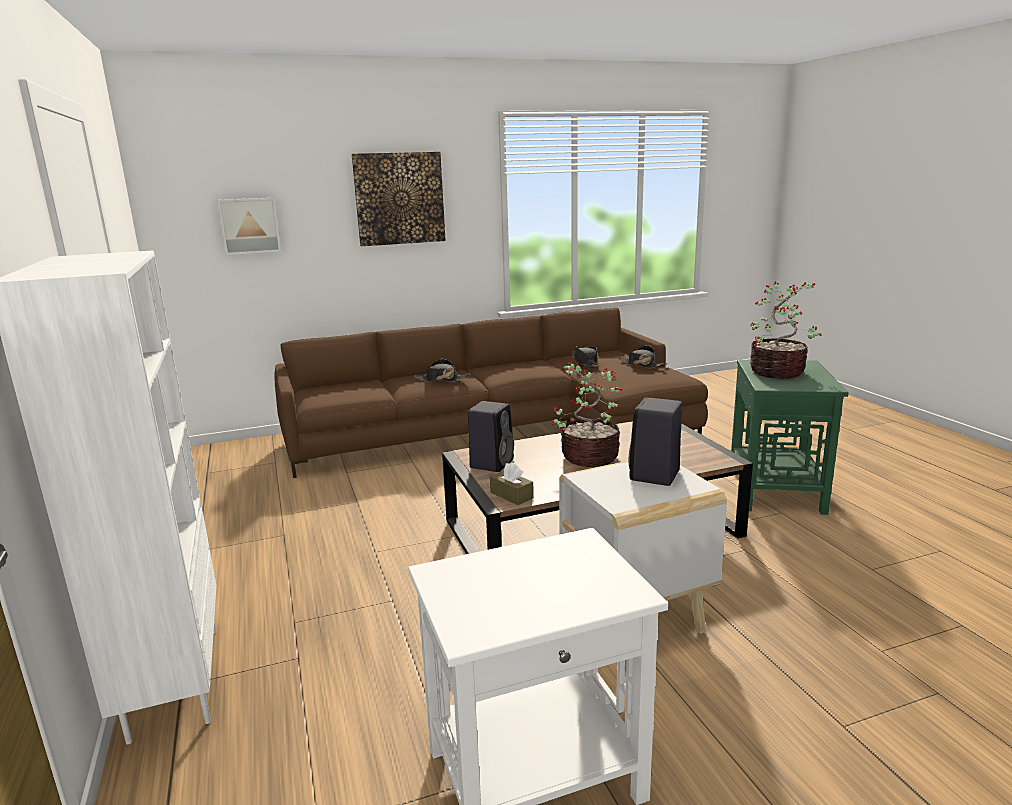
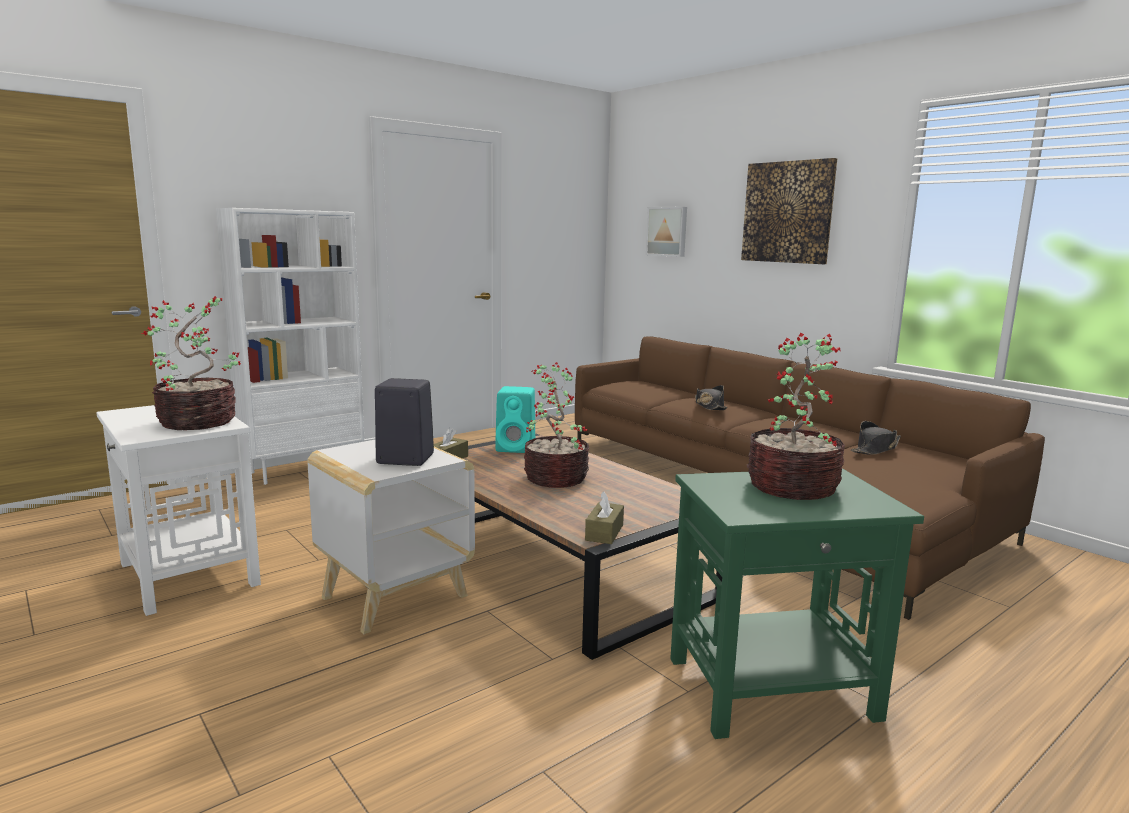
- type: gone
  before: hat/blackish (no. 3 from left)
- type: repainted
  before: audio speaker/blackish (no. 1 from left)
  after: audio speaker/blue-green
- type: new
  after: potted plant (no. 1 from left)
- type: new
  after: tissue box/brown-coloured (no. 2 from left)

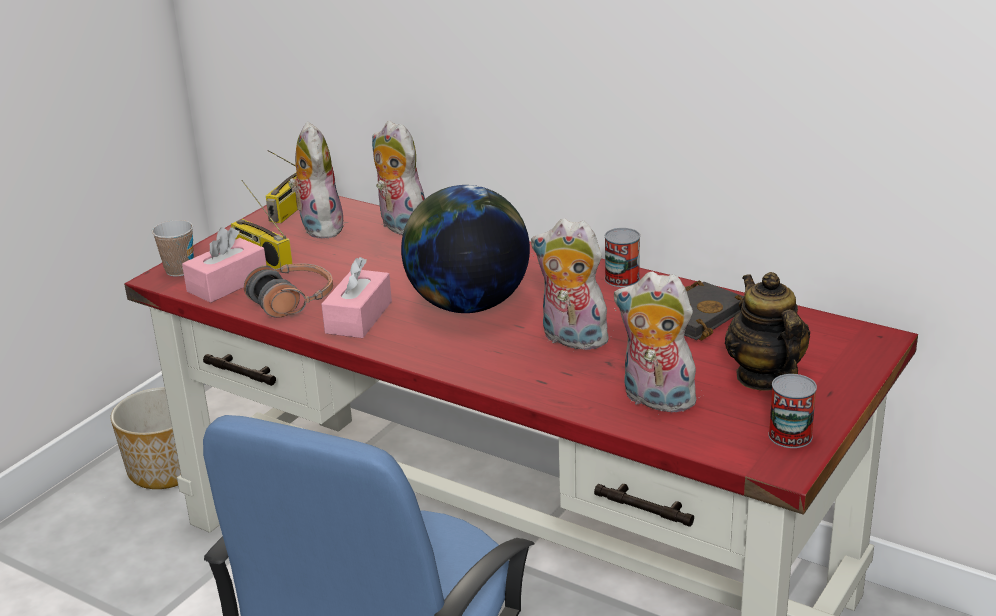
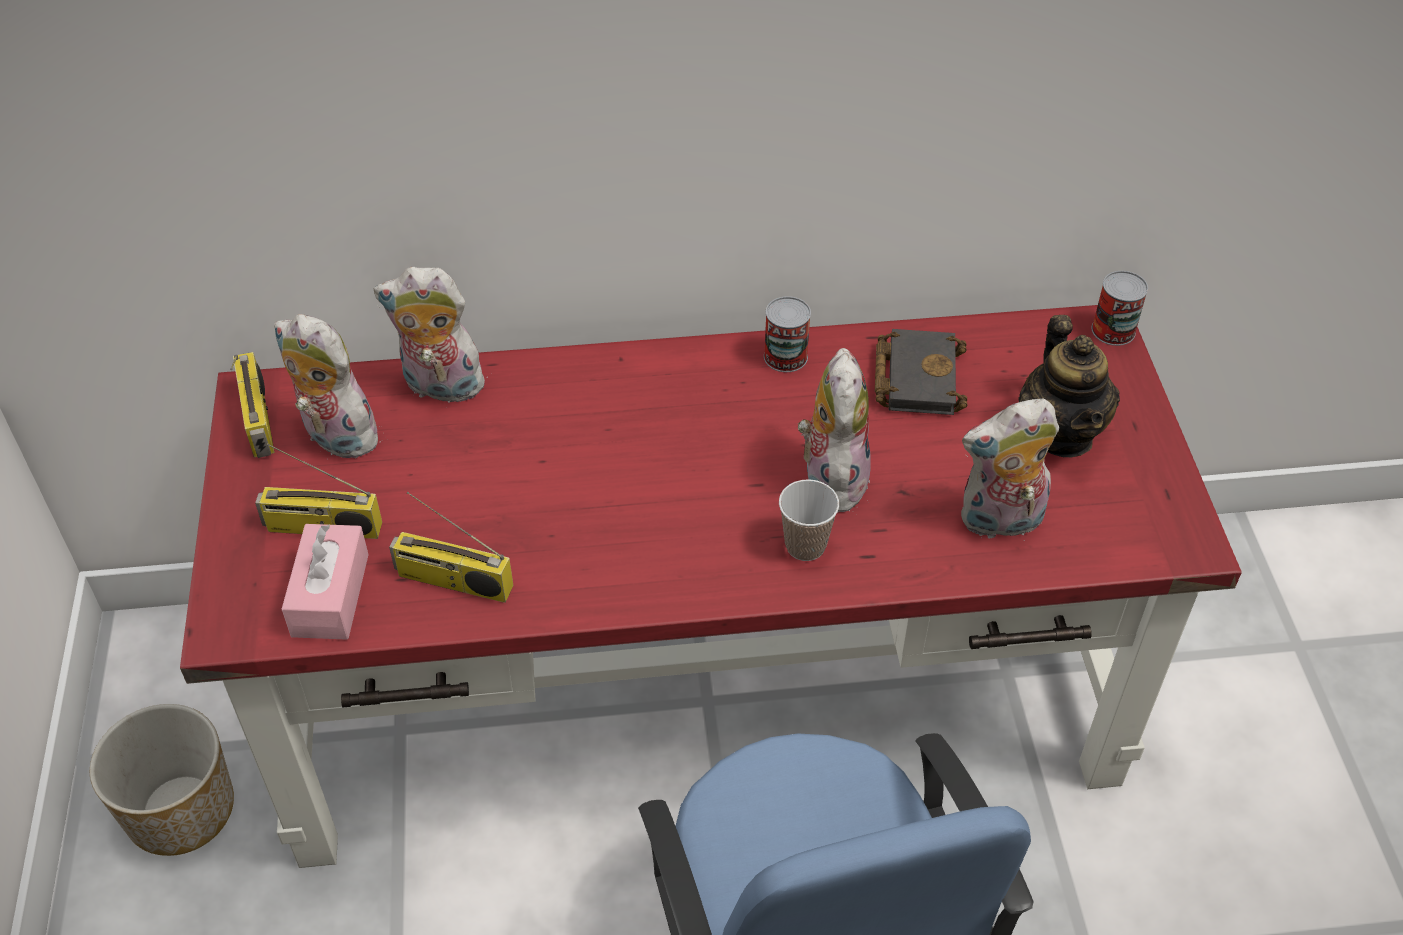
- type: gone
  before: globe
- type: rotated
  before: plush toy (no. 3 from left)
  turn: 105
- type: shifted
  before: small cup
- type: gone
  before: tissue box/pinkish (no. 2 from left)
- type: swapped
  before: headset
  after: radio set (no. 3 from left)
- type: rotated
  before: pot for tea
  turn: -135
- type: shifted
  before: can (no. 2 from left)

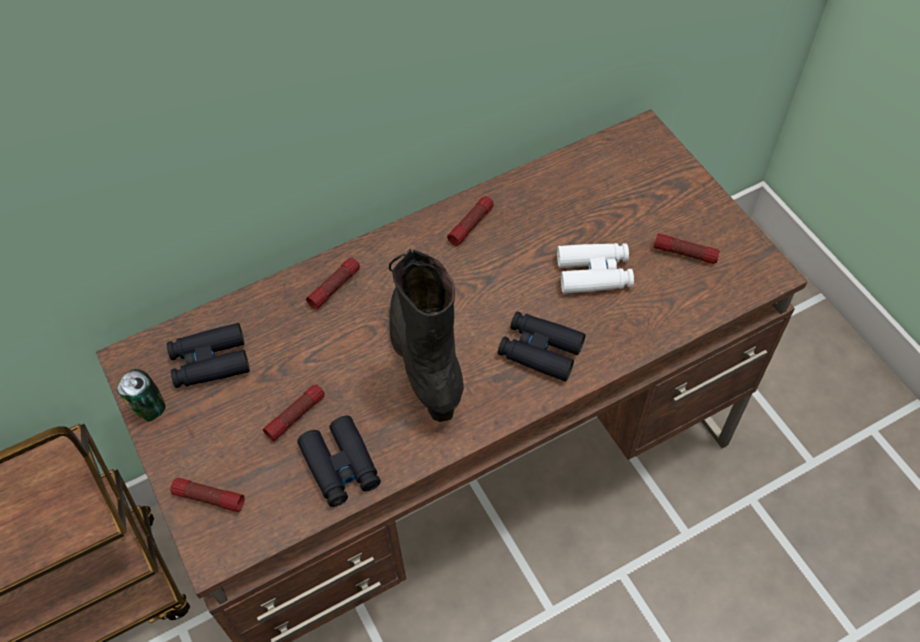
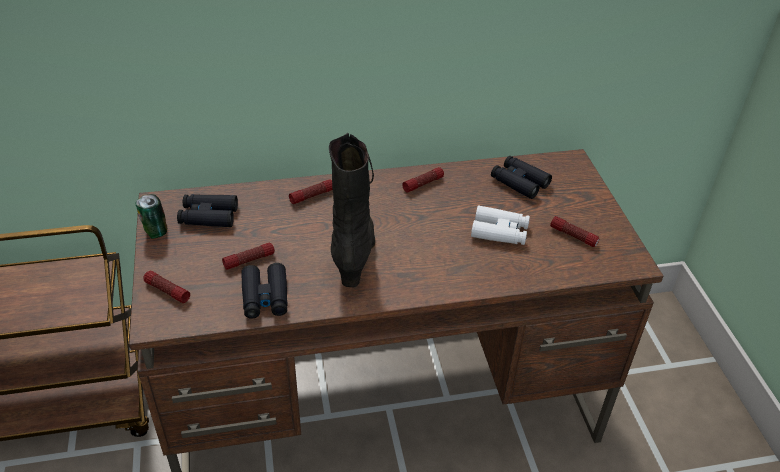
- type: shifted
  before: binoculars/blackish (no. 3 from left)

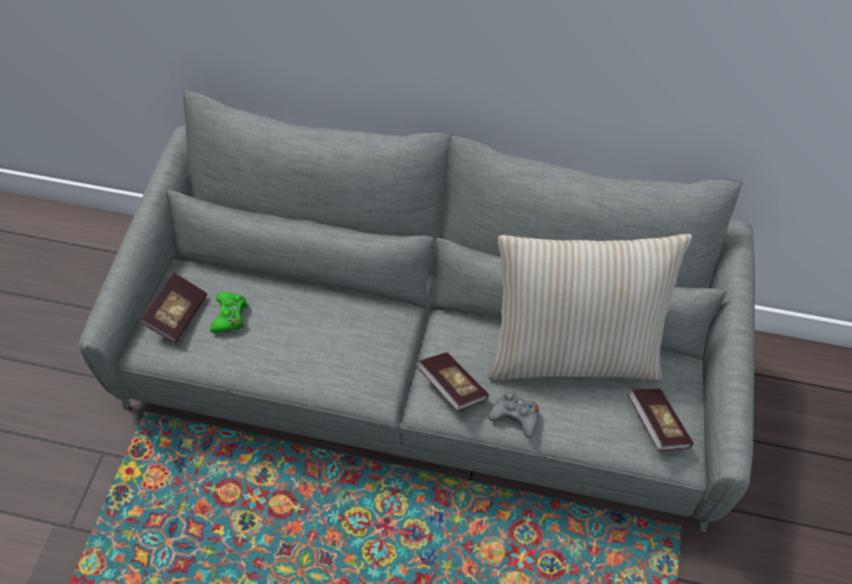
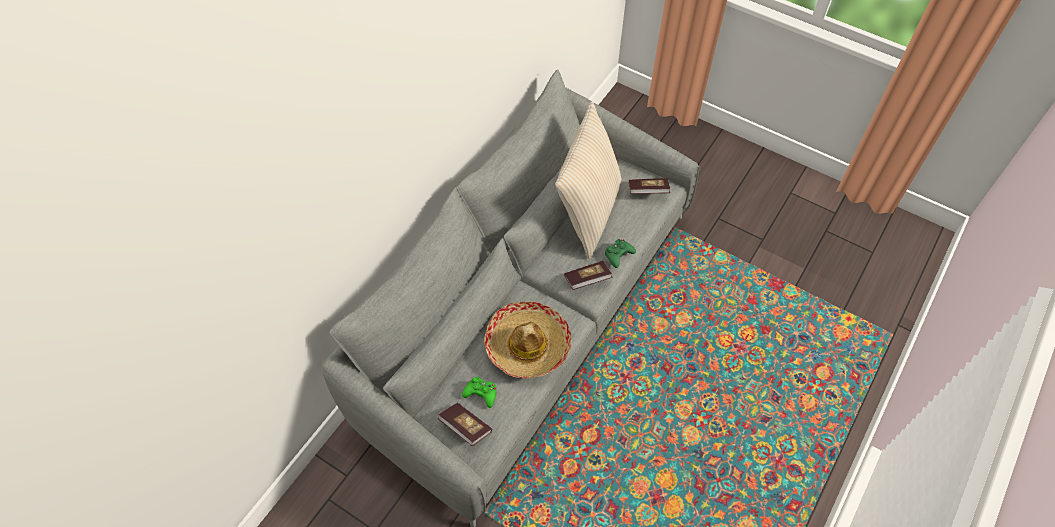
- type: repainted
  before: joypad/greyish
  after: joypad/greenish (no. 2 from left)
- type: new
  after: hat

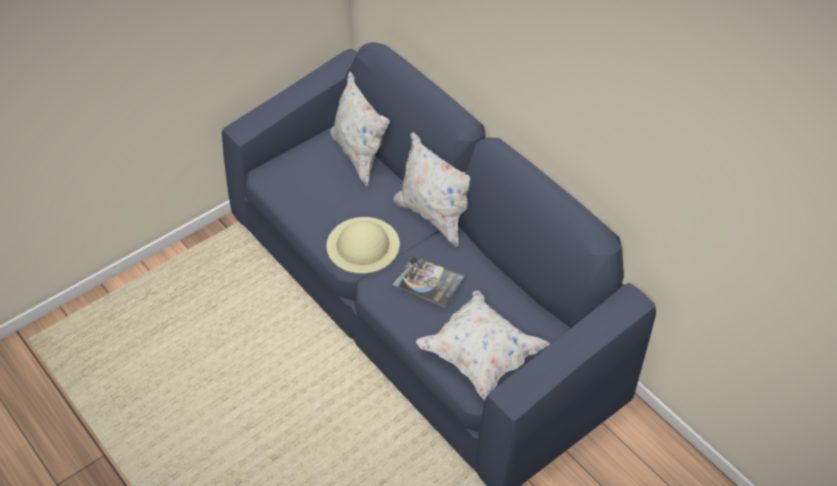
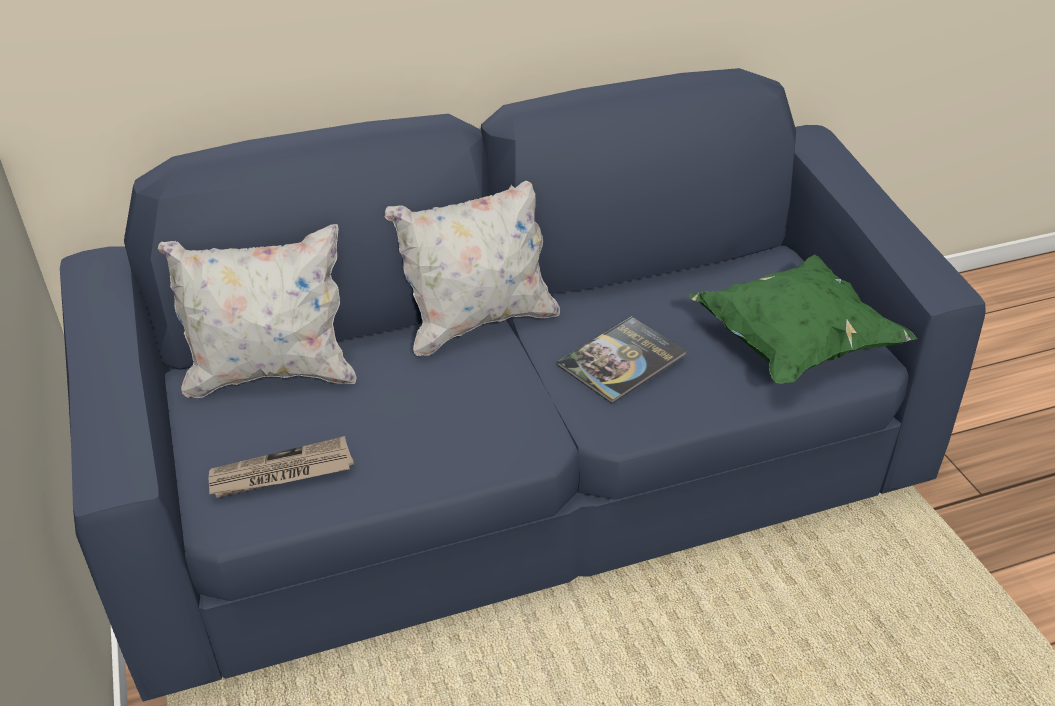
- type: gone
  before: hat/sand-coloured
- type: repainted
  before: cushion/whitish (no. 3 from left)
  after: cushion/greenish
- type: new
  after: newspaper

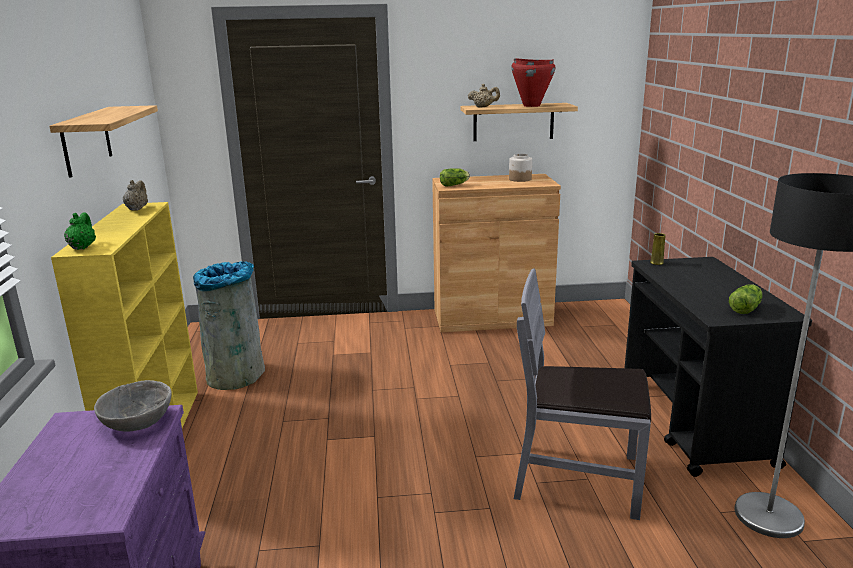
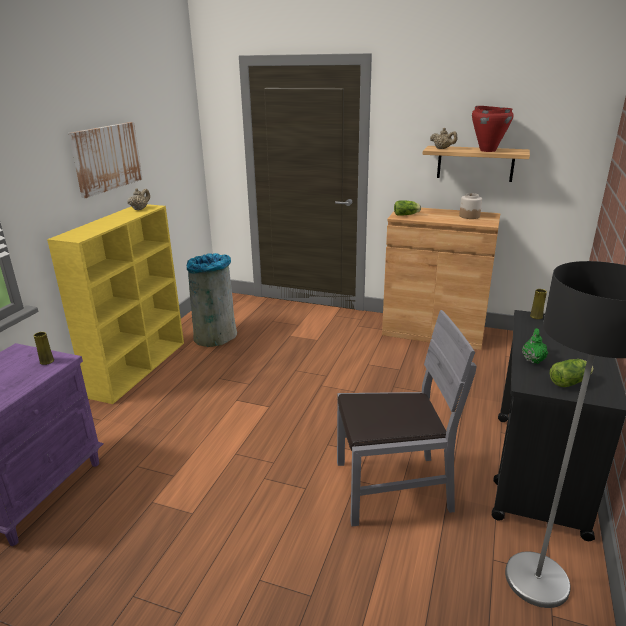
- type: swapped
  before: wall shelf (no. 1 from left)
  after: picture
- type: shifted
  before: pot for tea/greenish
- type: rotated
  before: chair/greyish
  turn: 135
- type: swapped
  before: bowl/greyish
  after: vase/yellow (no. 1 from left)

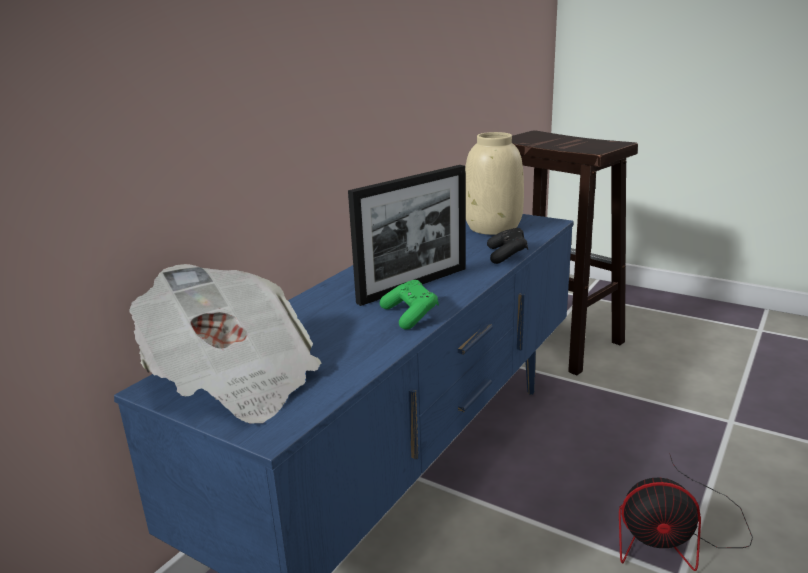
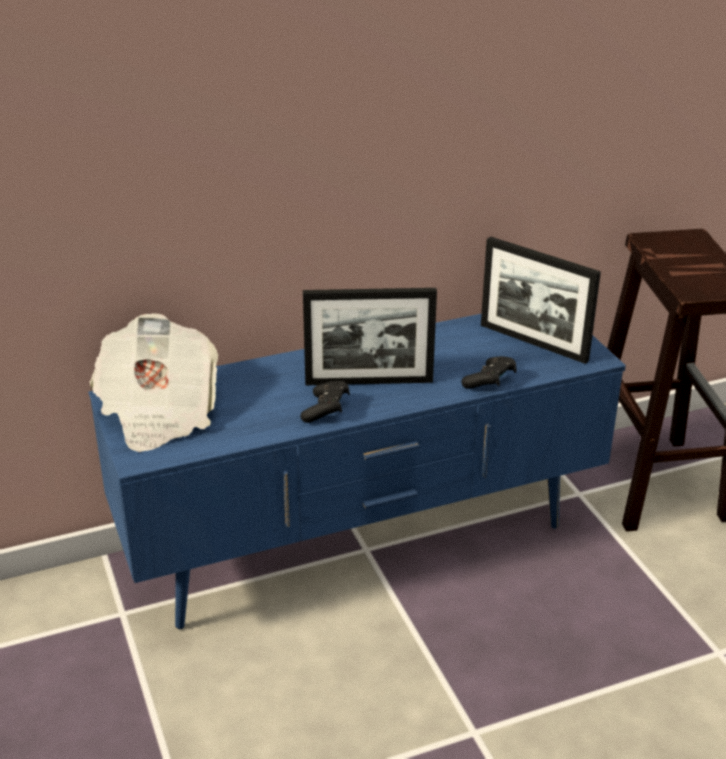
- type: swapped
  before: vase/sand-coloured
  after: picture frame (no. 2 from left)
- type: repainted
  before: joypad/greenish
  after: joypad/blackish (no. 1 from left)
- type: gone
  before: cooling fan

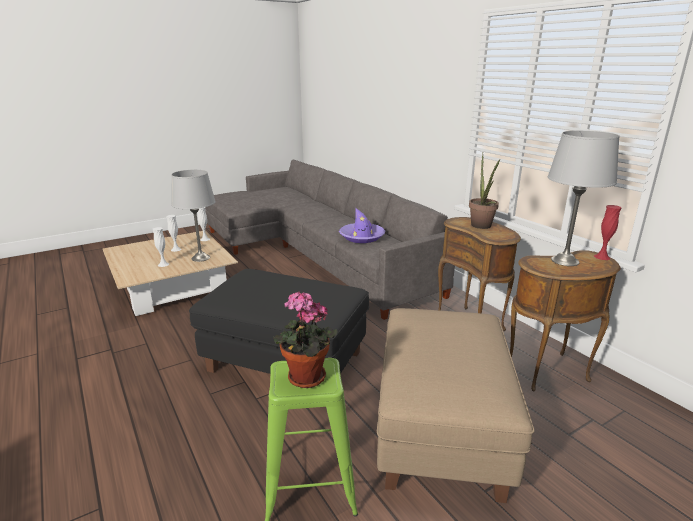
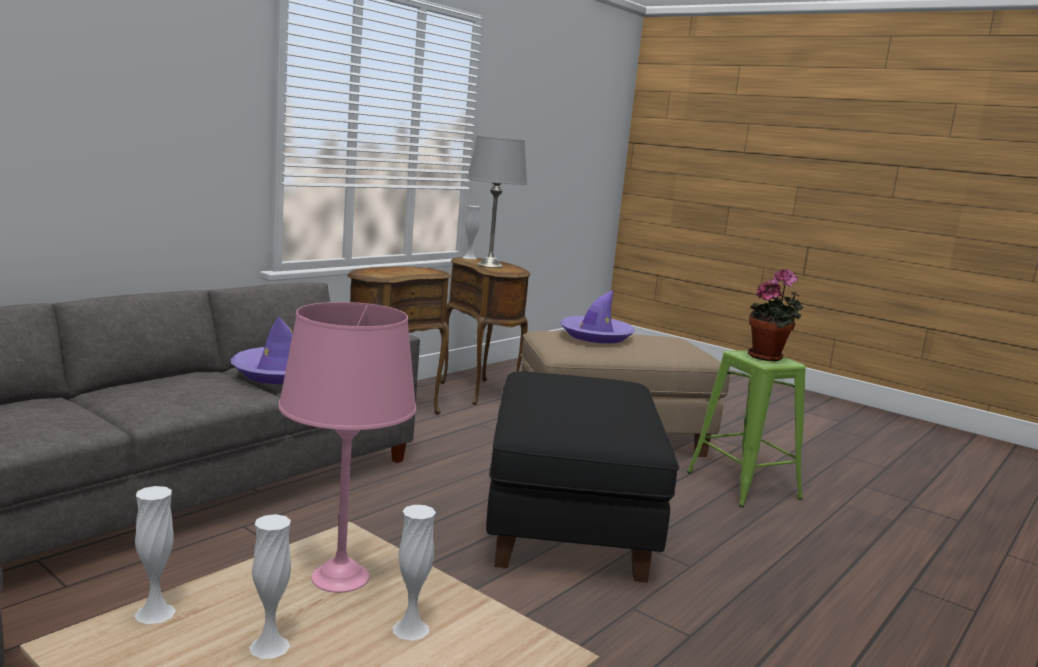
- type: gone
  before: potted plant (no. 2 from left)
- type: repainted
  before: table lamp/greyish (no. 1 from left)
  after: table lamp/pinkish
- type: repainted
  before: vase/red-coloured
  after: vase/whitish (no. 4 from left)
- type: new
  after: hat/purple-coloured (no. 2 from left)

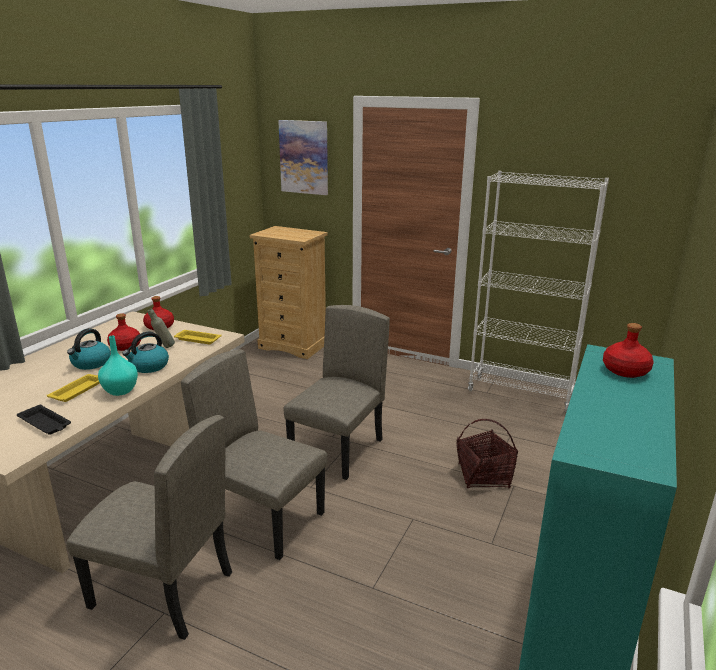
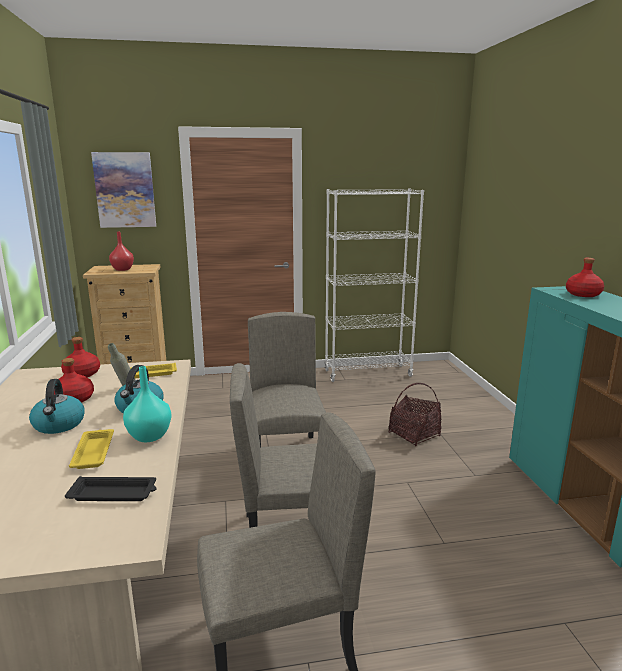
- type: new
  after: vase/red-coloured

